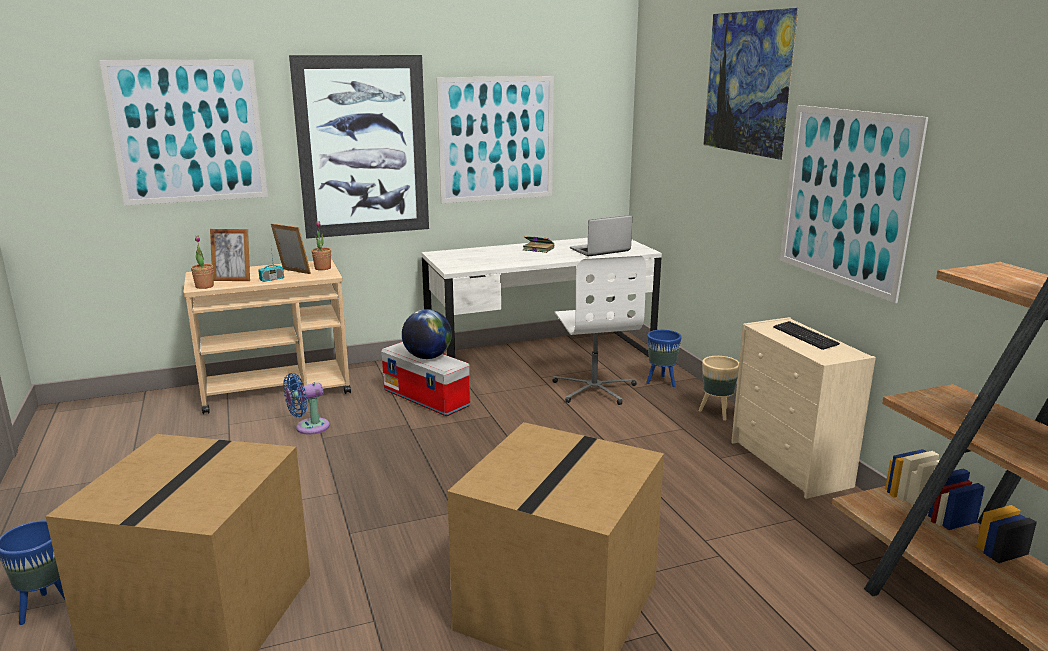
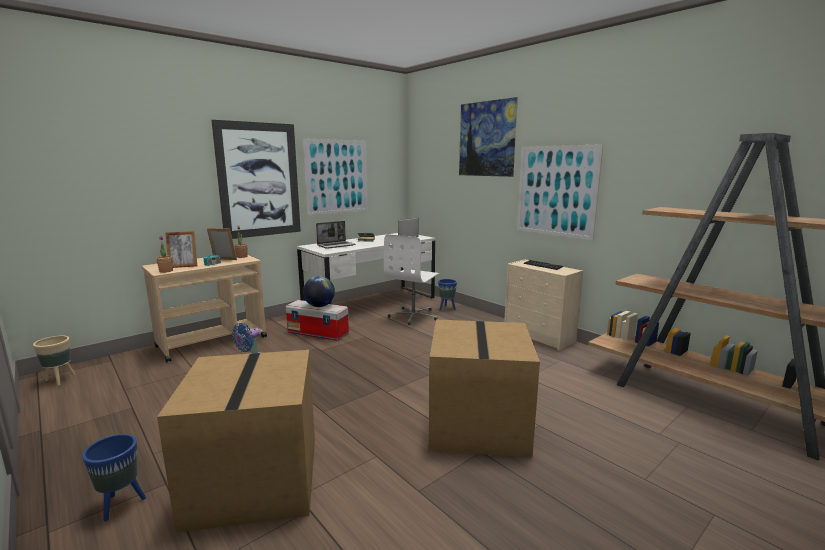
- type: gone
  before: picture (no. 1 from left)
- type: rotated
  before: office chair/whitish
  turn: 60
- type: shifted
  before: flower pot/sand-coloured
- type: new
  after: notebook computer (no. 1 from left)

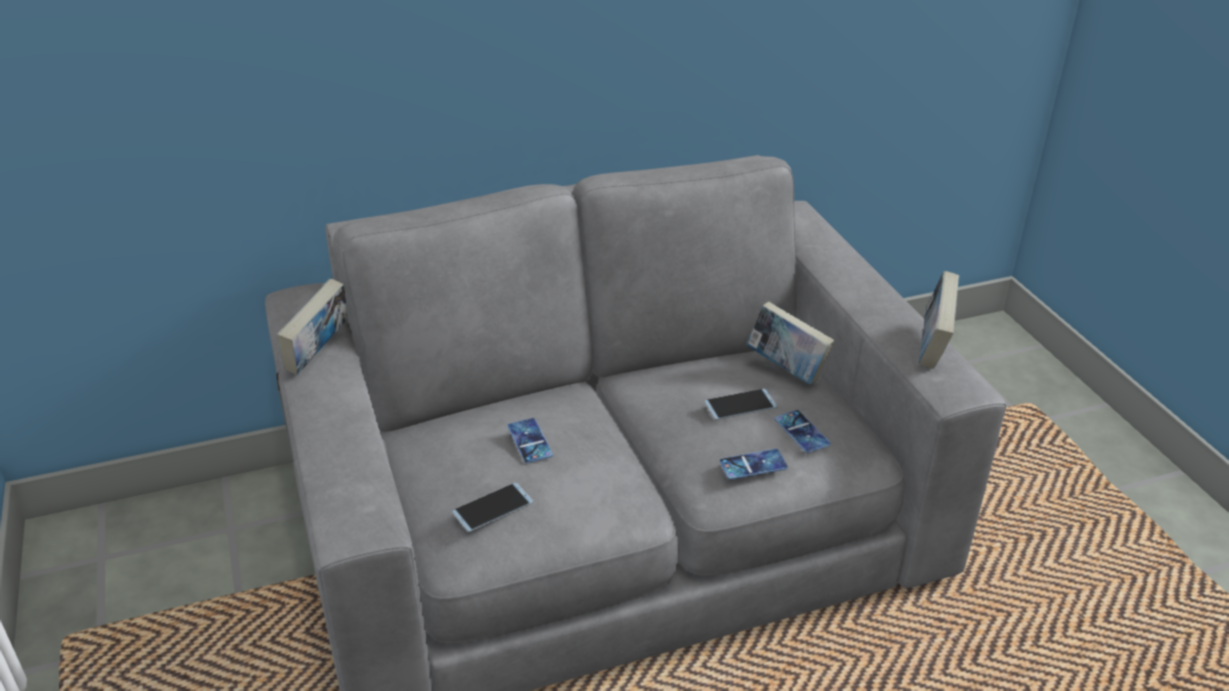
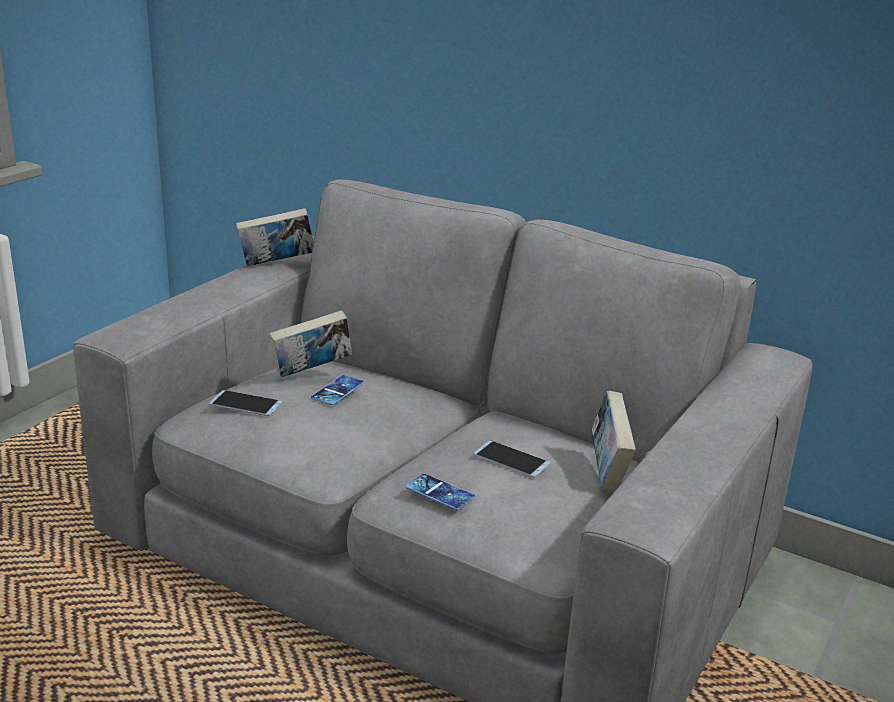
- type: shifted
  before: bound book (no. 3 from left in the first image)
  after: bound book (no. 2 from left)
- type: gone
  before: phone (no. 5 from left)

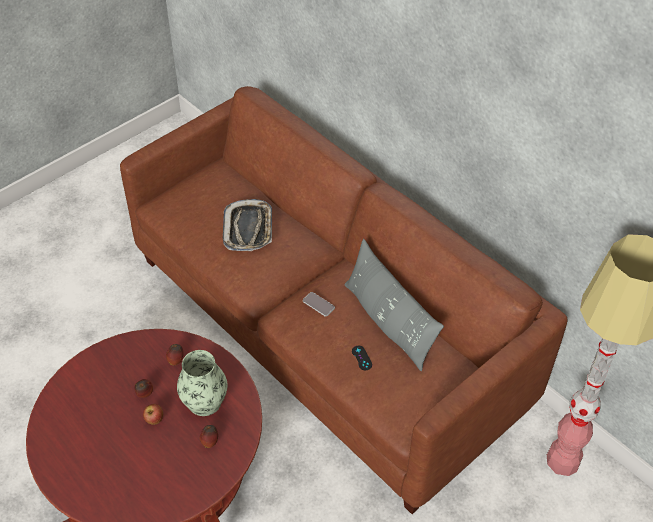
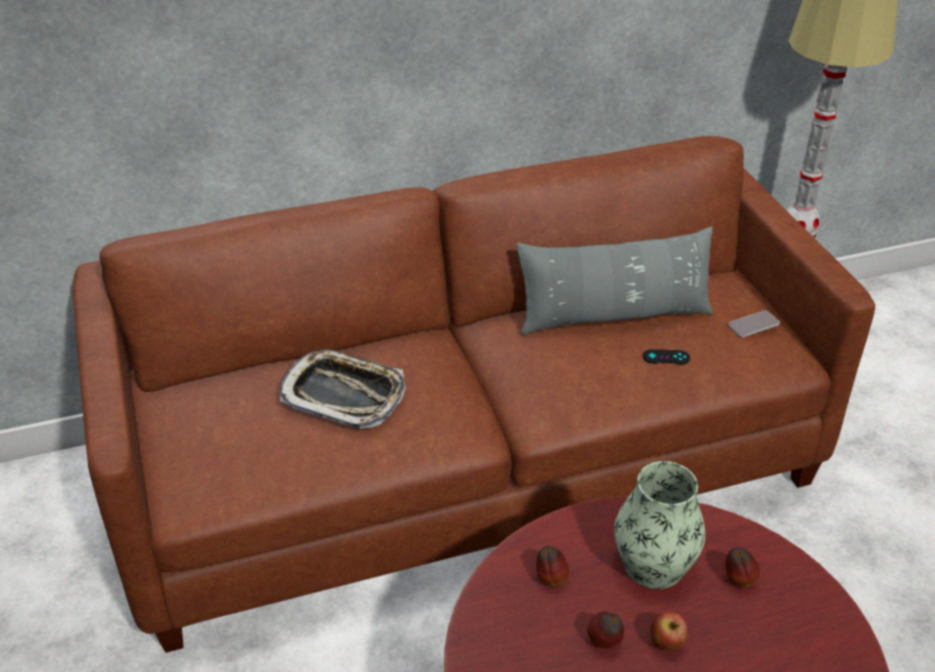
- type: shifted
  before: phone

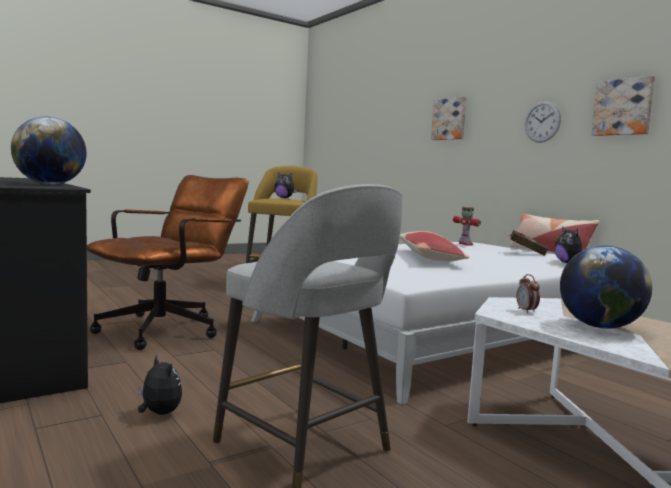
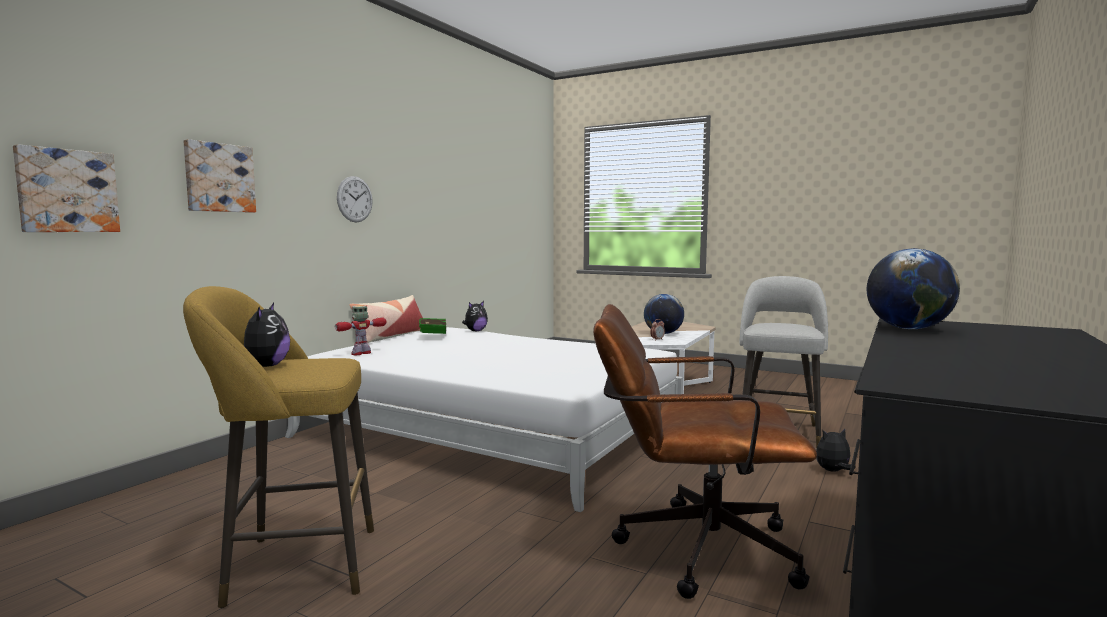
- type: shifted
  before: picture (no. 2 from left in the first image)
  after: picture (no. 1 from left)
- type: repainted
  before: bound book/red-coloured
  after: bound book/greenish
- type: gone
  before: cushion (no. 1 from left)
- type: rotated
  before: plush toy (no. 1 from left in the first image)
  turn: 60

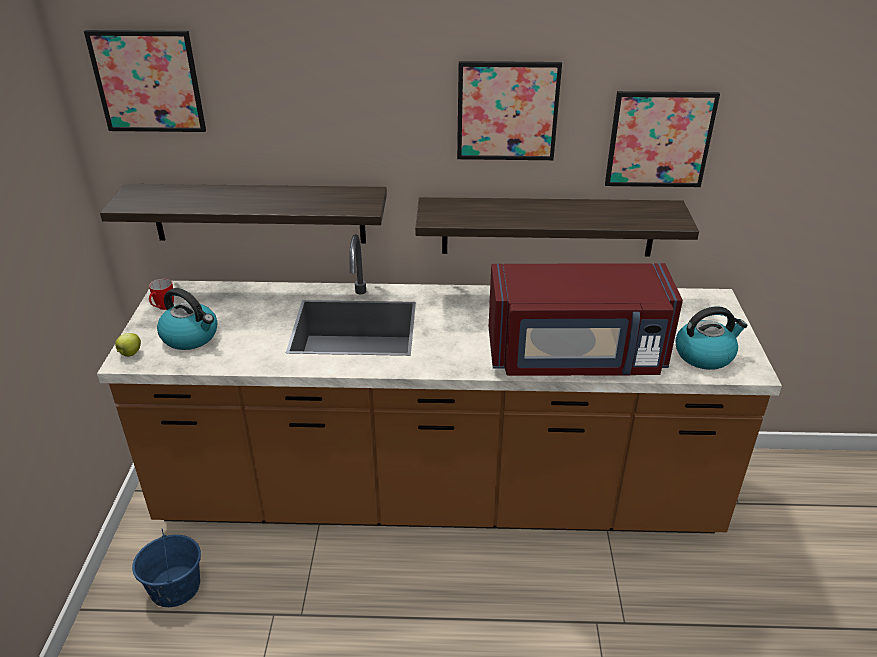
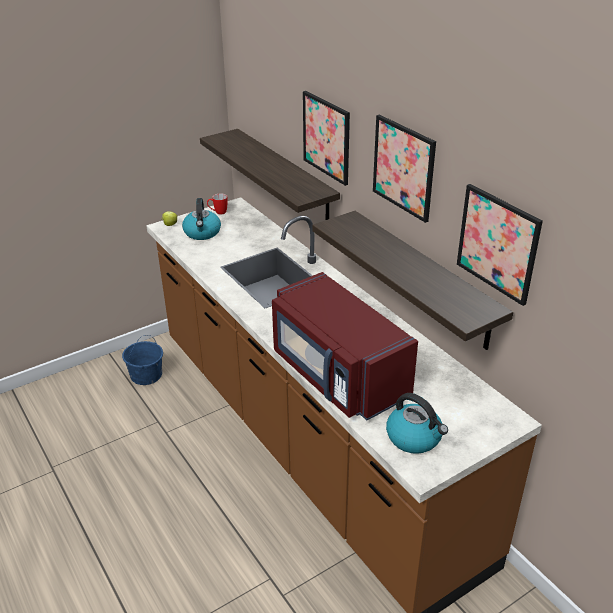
- type: shifted
  before: picture (no. 1 from left)

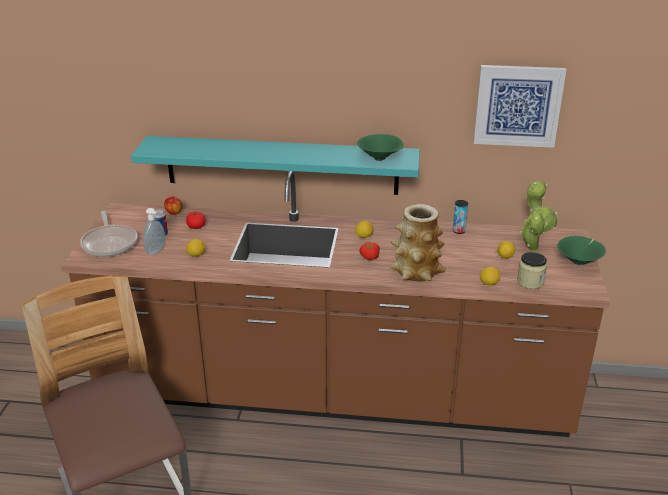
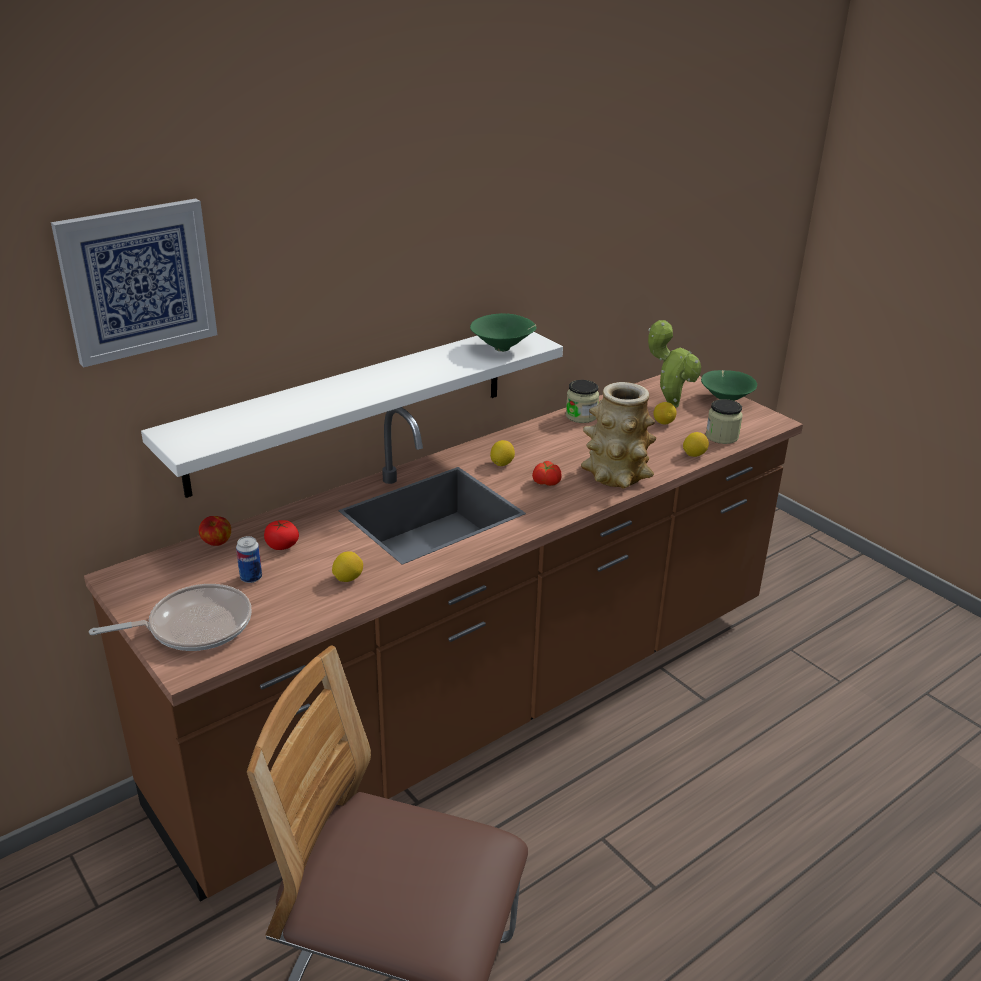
- type: shifted
  before: picture
- type: repainted
  before: wall shelf/blue-green
  after: wall shelf/whitish
- type: swapped
  before: can (no. 2 from left)
  after: storage jar (no. 1 from left)
- type: gone
  before: soap bottle
- type: rotated
  before: skillet
  turn: -45

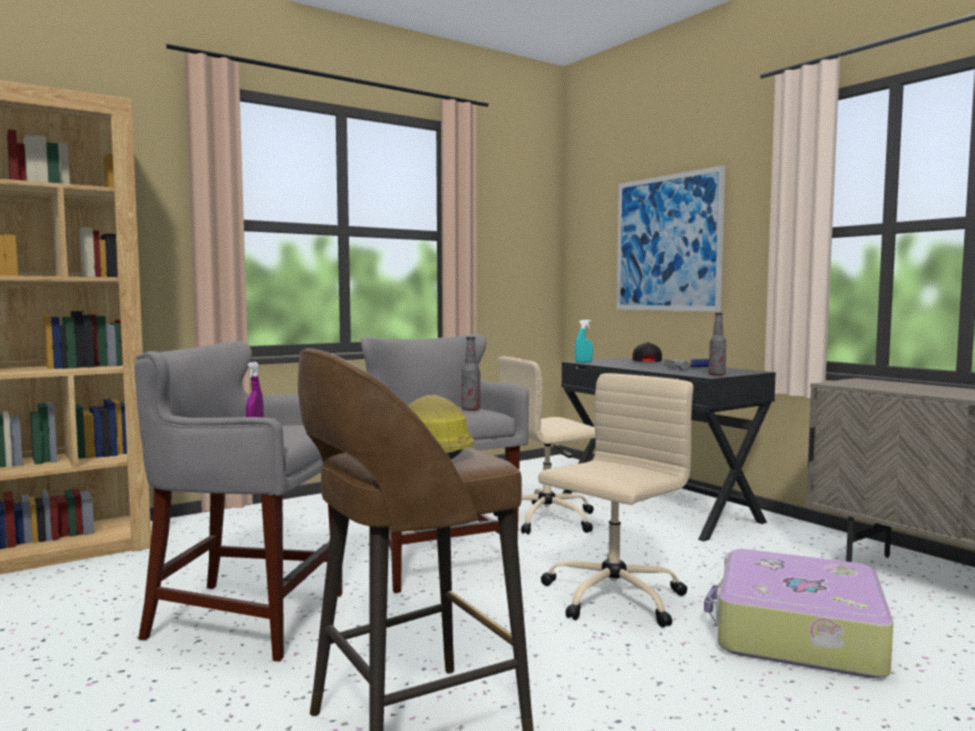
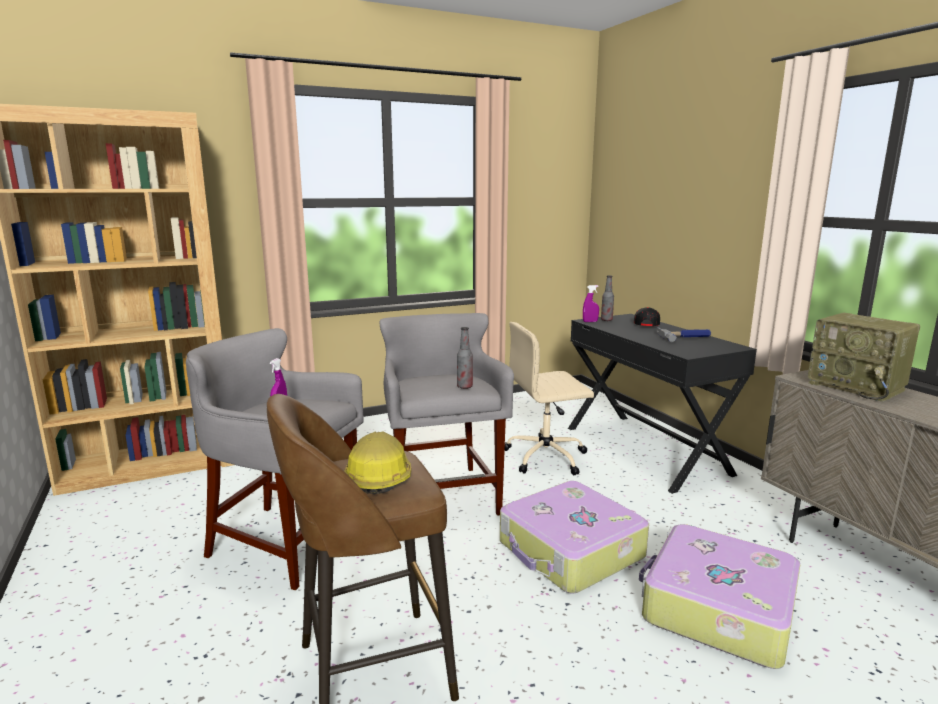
- type: gone
  before: picture
- type: shifted
  before: drink bottle (no. 2 from left)
- type: repainted
  before: sprayer/blue-green
  after: sprayer/purple-coloured (no. 2 from left)
- type: swapped
  before: office chair/sand-coloured (no. 2 from left)
  after: piece of luggage (no. 1 from left)
- type: new
  after: radio set

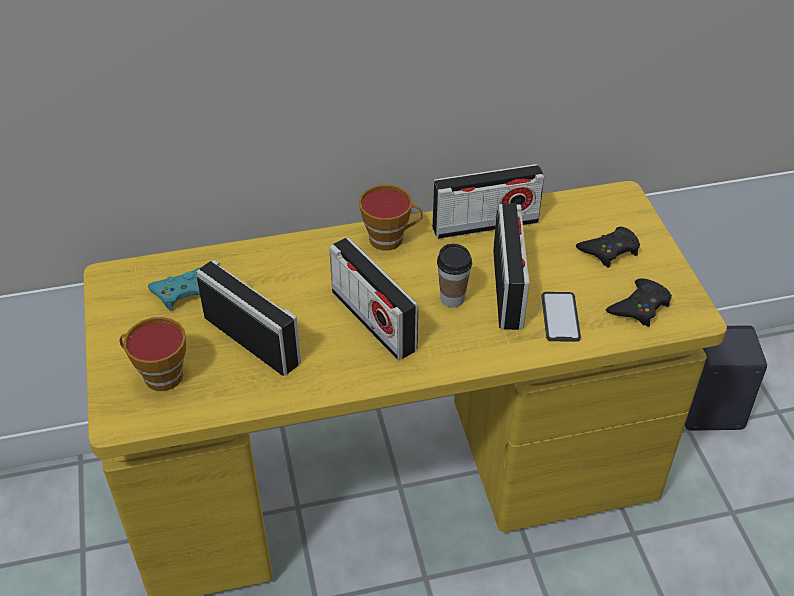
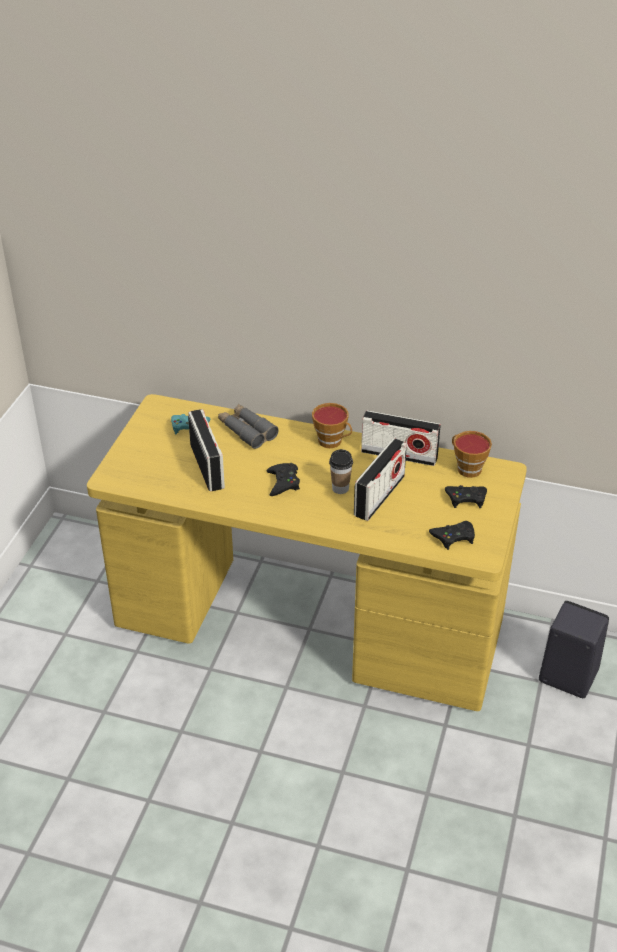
- type: swapped
  before: radio set (no. 2 from left)
  after: joypad/blackish (no. 1 from left)
- type: gone
  before: phone
- type: shifted
  before: small cup (no. 1 from left in the first image)
  after: small cup (no. 3 from left)
- type: new
  after: binoculars/greyish

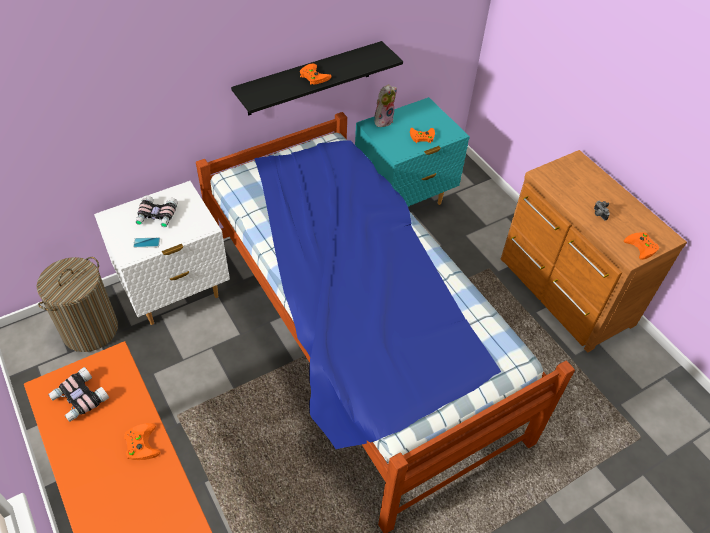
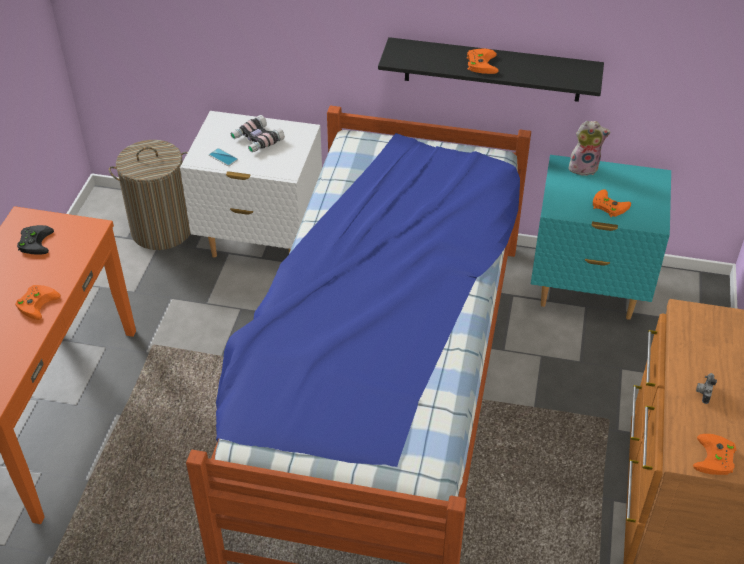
- type: swapped
  before: binoculars (no. 1 from left)
  after: joypad/blackish

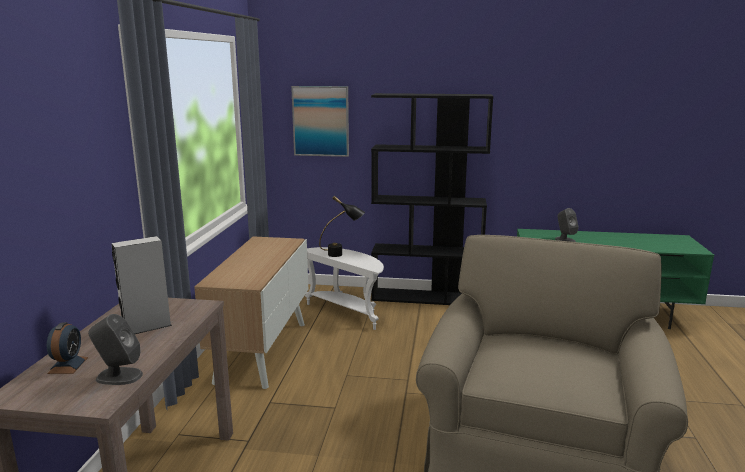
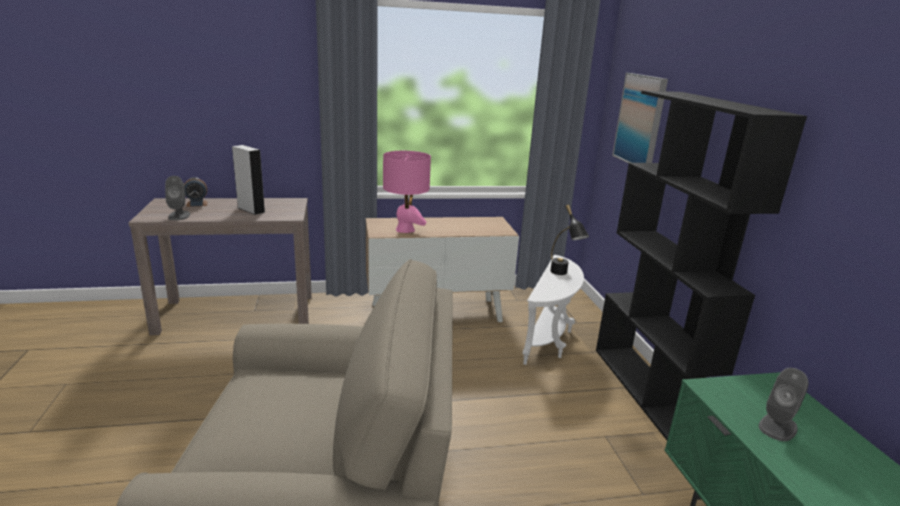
- type: new
  after: table lamp/pinkish

